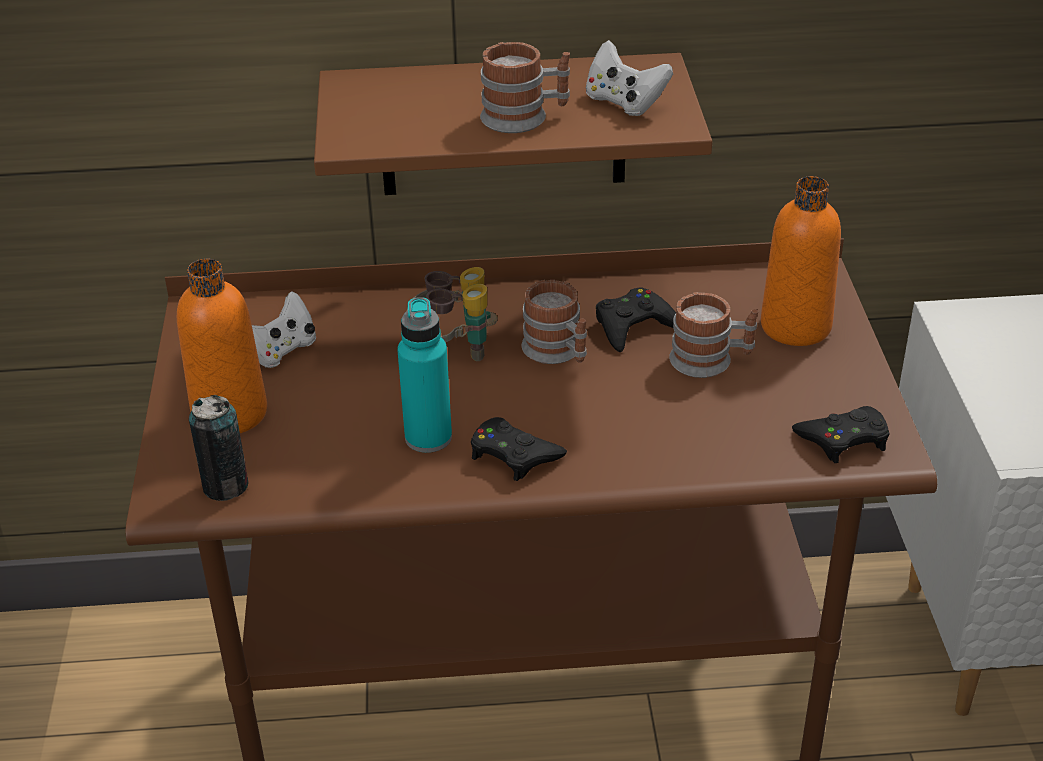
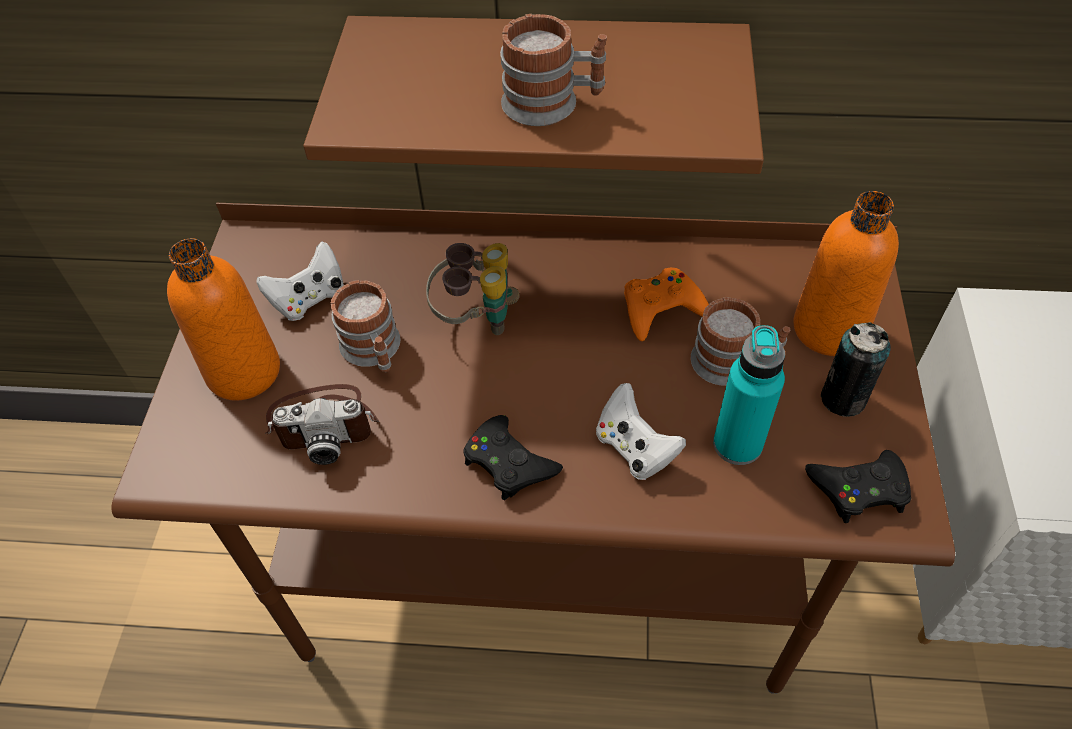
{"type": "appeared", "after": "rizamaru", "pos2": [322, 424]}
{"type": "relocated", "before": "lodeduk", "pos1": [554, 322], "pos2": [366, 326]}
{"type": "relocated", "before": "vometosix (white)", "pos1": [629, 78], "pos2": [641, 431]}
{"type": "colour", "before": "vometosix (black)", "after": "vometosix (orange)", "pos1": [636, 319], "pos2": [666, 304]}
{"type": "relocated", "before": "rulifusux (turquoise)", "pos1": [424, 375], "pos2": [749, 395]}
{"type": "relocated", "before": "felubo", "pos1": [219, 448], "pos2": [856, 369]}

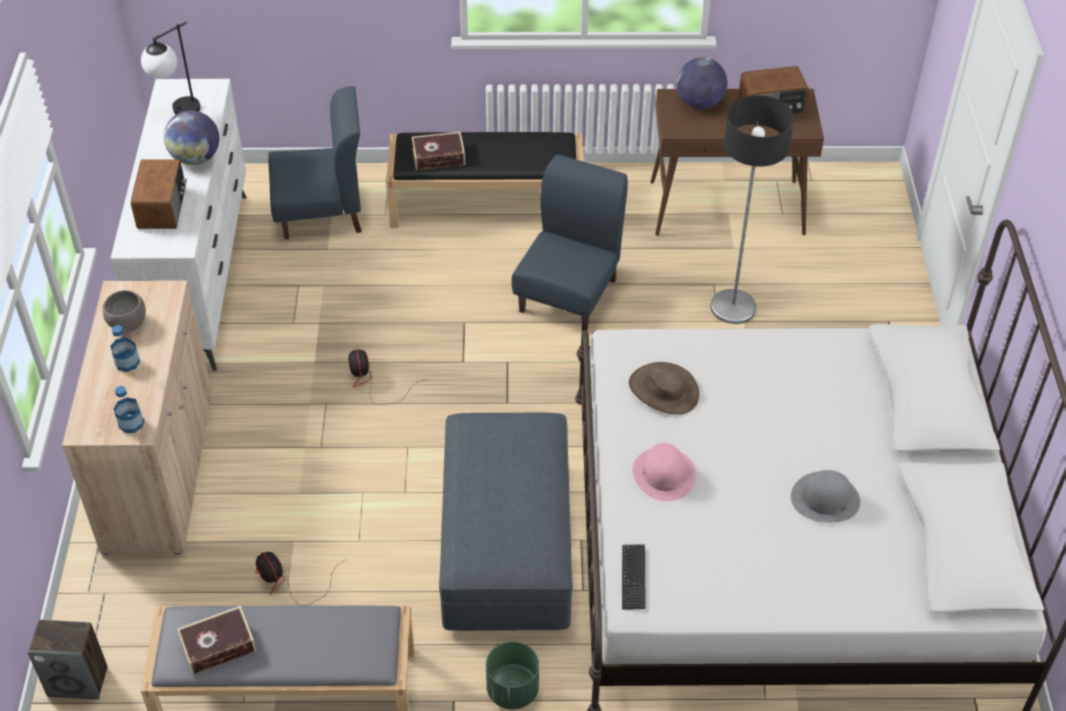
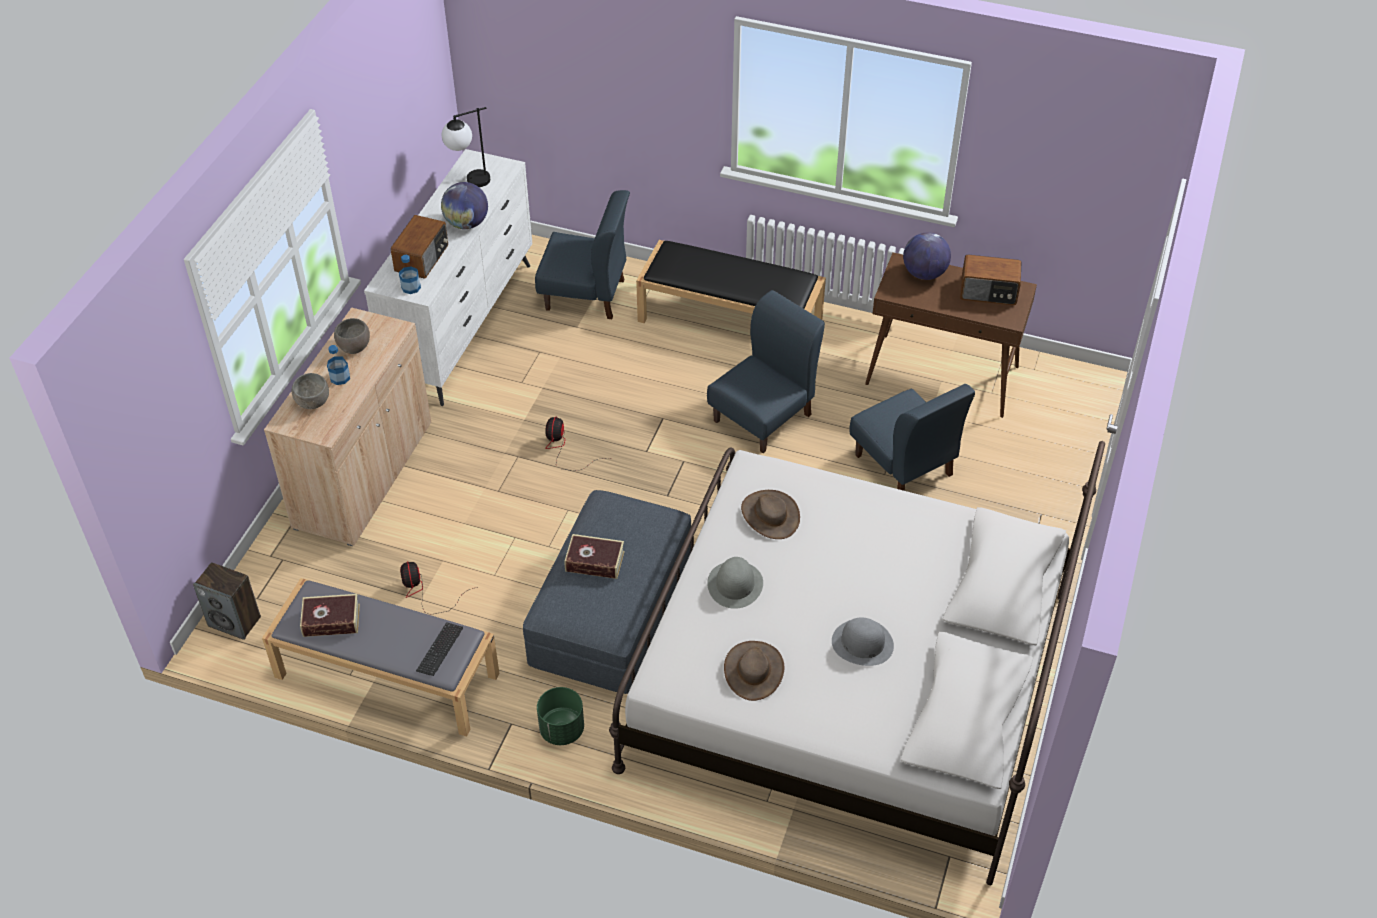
{"type": "appeared", "after": "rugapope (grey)", "pos2": [310, 391]}
{"type": "relocated", "before": "rulifusux", "pos1": [129, 409], "pos2": [410, 274]}
{"type": "relocated", "before": "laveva", "pos1": [634, 577], "pos2": [439, 649]}
{"type": "relocated", "before": "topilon", "pos1": [438, 151], "pos2": [594, 556]}
{"type": "colour", "before": "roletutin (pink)", "after": "roletutin (grey)", "pos1": [664, 472], "pos2": [735, 583]}
{"type": "appeared", "after": "roletutin (brown)", "pos2": [754, 671]}
{"type": "exchanged", "before": "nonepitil", "after": "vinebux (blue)", "pos1": [752, 209], "pos2": [912, 437]}

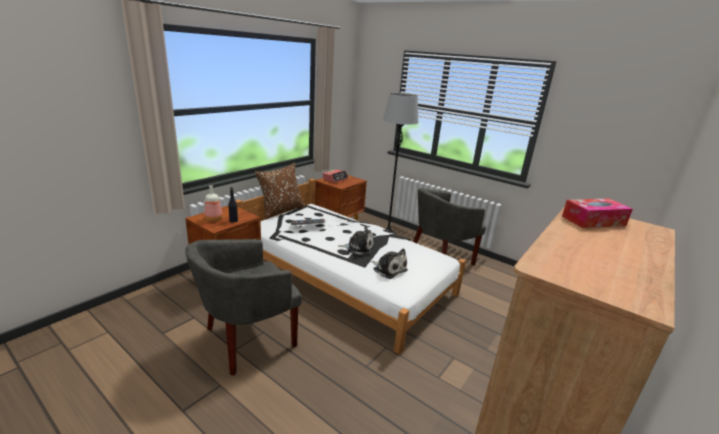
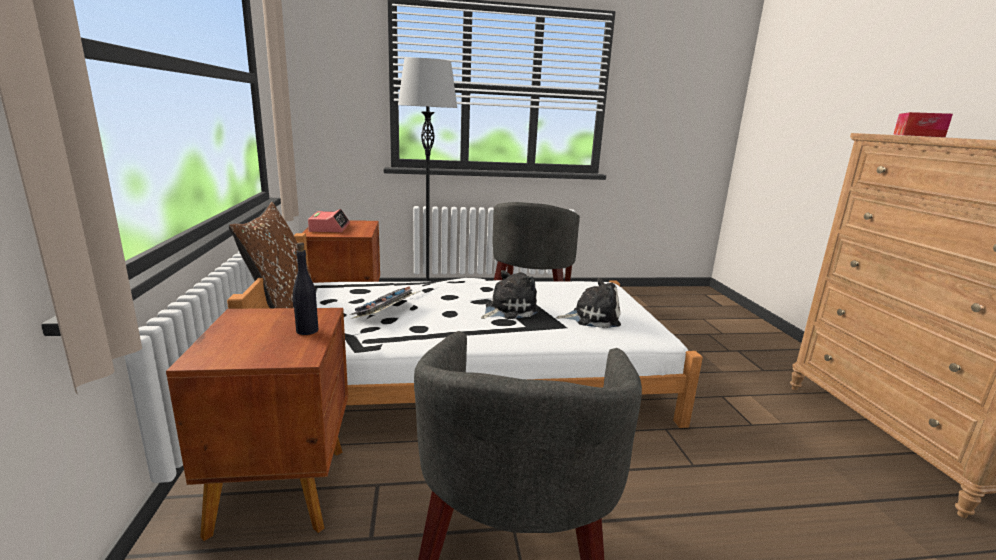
{"type": "missing", "before": "rulifusux", "pos1": [213, 203]}

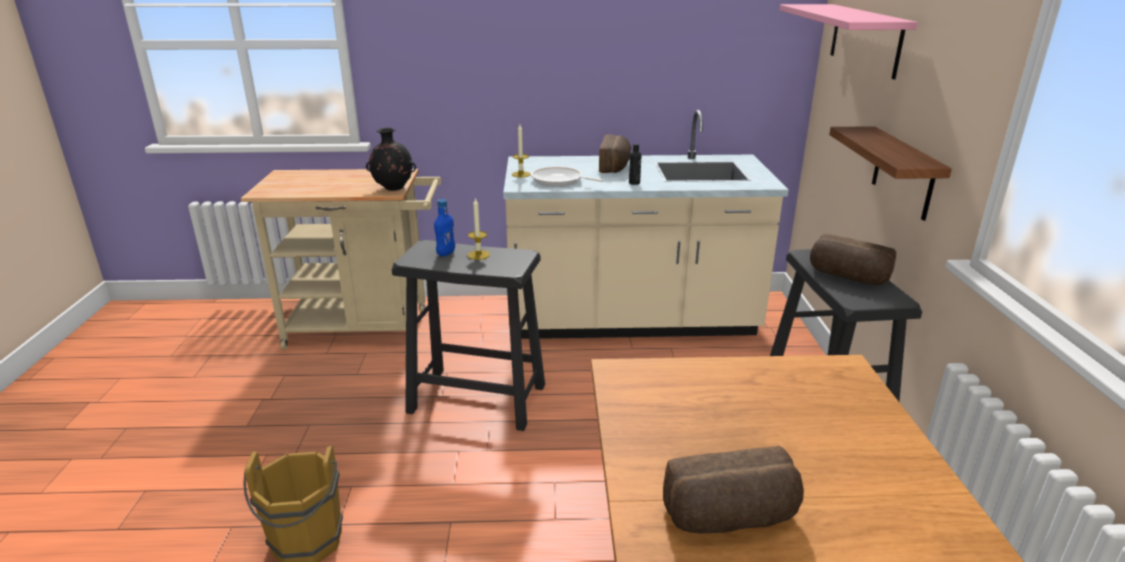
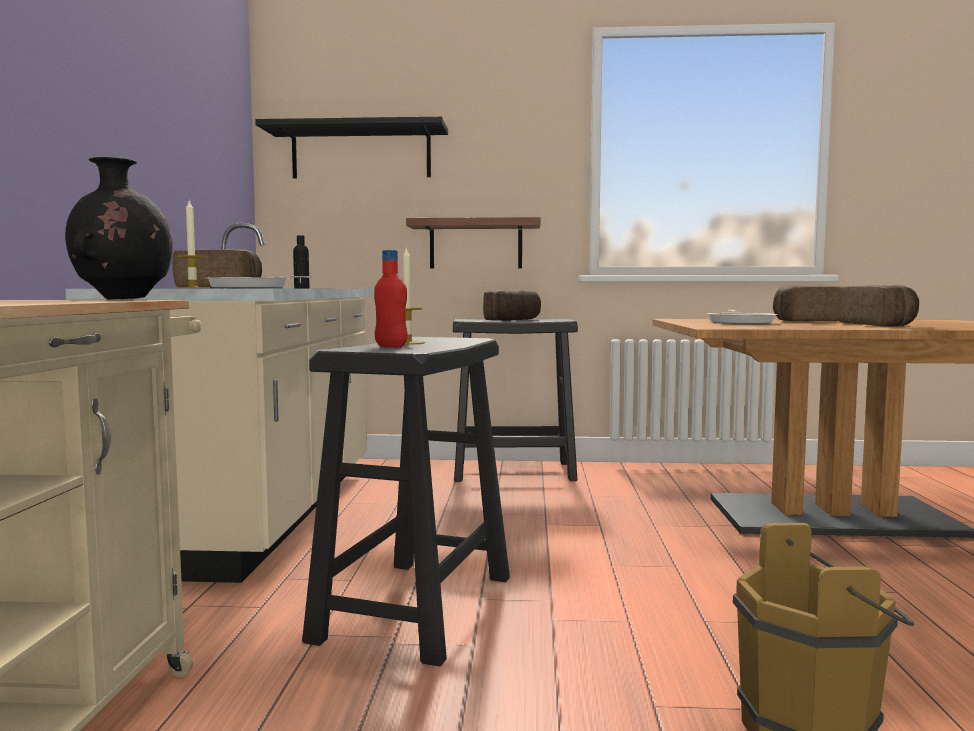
{"type": "colour", "before": "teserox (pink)", "after": "teserox (black)", "pos1": [848, 42], "pos2": [351, 148]}
{"type": "colour", "before": "rulifusux (blue)", "after": "rulifusux (red)", "pos1": [444, 228], "pos2": [391, 299]}
{"type": "appeared", "after": "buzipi", "pos2": [742, 317]}
{"type": "appeared", "after": "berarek", "pos2": [807, 303]}

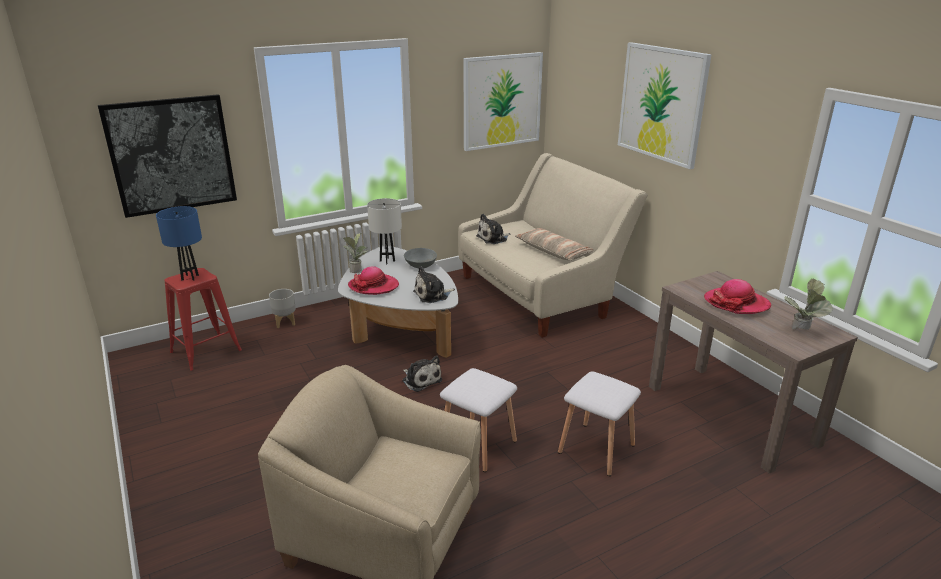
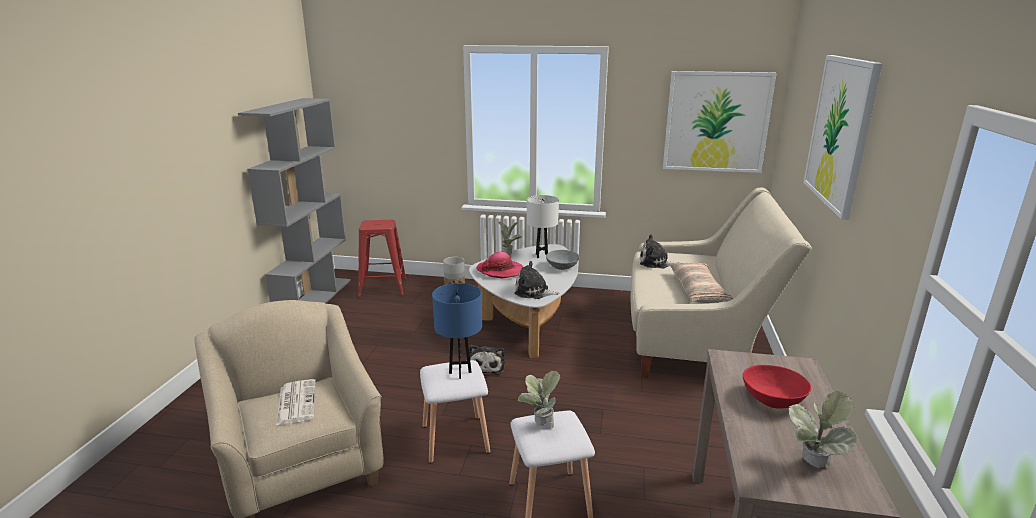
{"type": "appeared", "after": "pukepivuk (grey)", "pos2": [294, 201]}
{"type": "appeared", "after": "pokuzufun", "pos2": [296, 402]}
{"type": "relocated", "before": "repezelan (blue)", "pos1": [179, 243], "pos2": [457, 331]}
{"type": "appeared", "after": "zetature", "pos2": [539, 399]}
{"type": "exchanged", "before": "roletutin", "after": "rugapope (red)", "pos1": [737, 296], "pos2": [777, 387]}
{"type": "missing", "before": "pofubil", "pos1": [167, 156]}

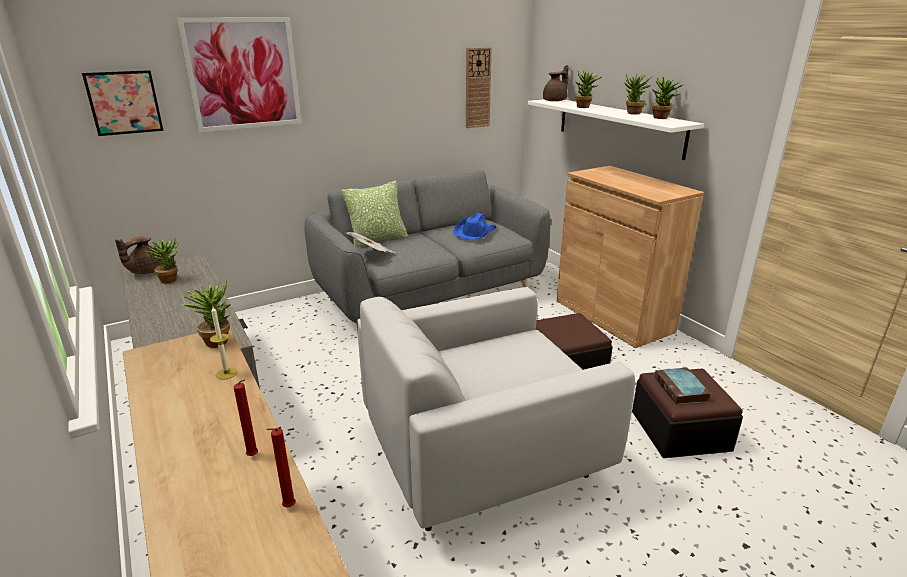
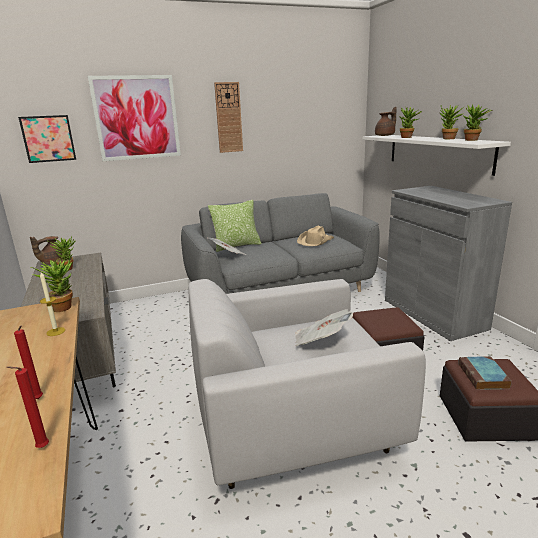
{"type": "relocated", "before": "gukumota", "pos1": [479, 87], "pos2": [228, 117]}
{"type": "appeared", "after": "pokuzufun", "pos2": [324, 327]}
{"type": "colour", "before": "roletutin (blue)", "after": "roletutin (beige)", "pos1": [475, 226], "pos2": [315, 235]}
{"type": "colour", "before": "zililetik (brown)", "after": "zililetik (grey)", "pos1": [630, 257], "pos2": [448, 263]}

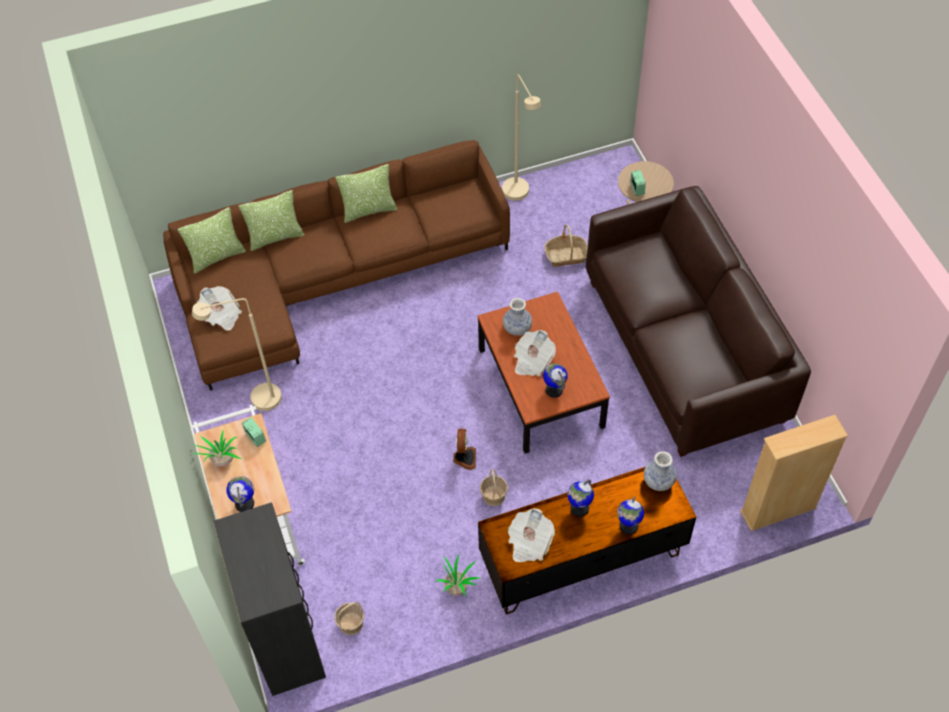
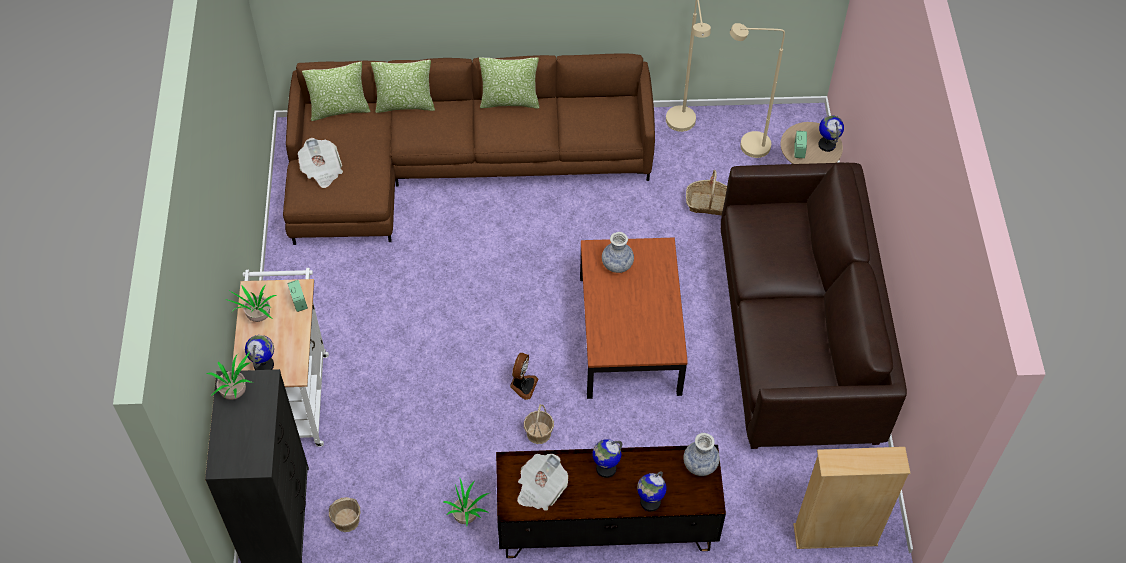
{"type": "appeared", "after": "zetature", "pos2": [230, 376]}
{"type": "relocated", "before": "nonepitil (beige)", "pos1": [237, 354], "pos2": [757, 90]}
{"type": "relocated", "before": "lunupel", "pos1": [555, 381], "pos2": [831, 133]}
{"type": "missing", "before": "pokuzufun", "pos1": [535, 353]}

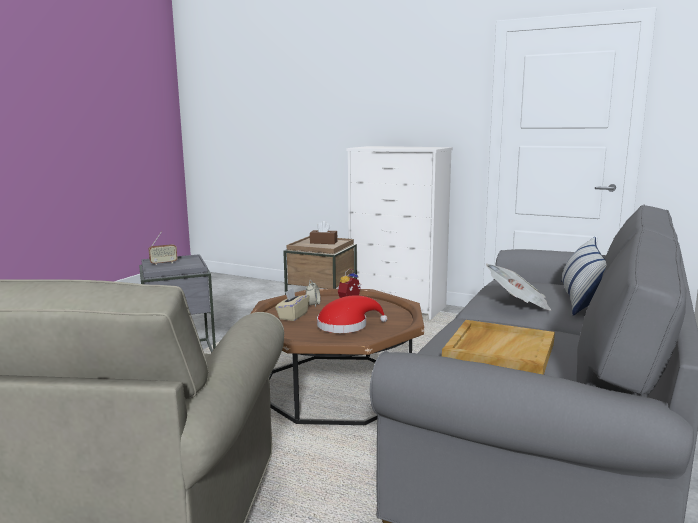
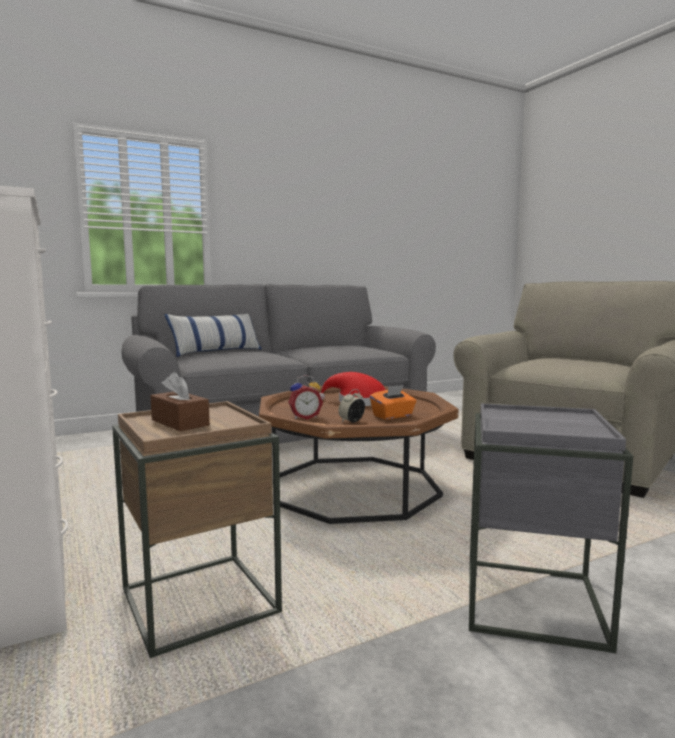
{"type": "colour", "before": "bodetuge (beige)", "after": "bodetuge (orange)", "pos1": [292, 304], "pos2": [393, 402]}
{"type": "missing", "before": "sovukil", "pos1": [163, 248]}
{"type": "missing", "before": "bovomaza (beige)", "pos1": [498, 347]}
{"type": "missing", "before": "pokuzufun", "pos1": [519, 287]}

